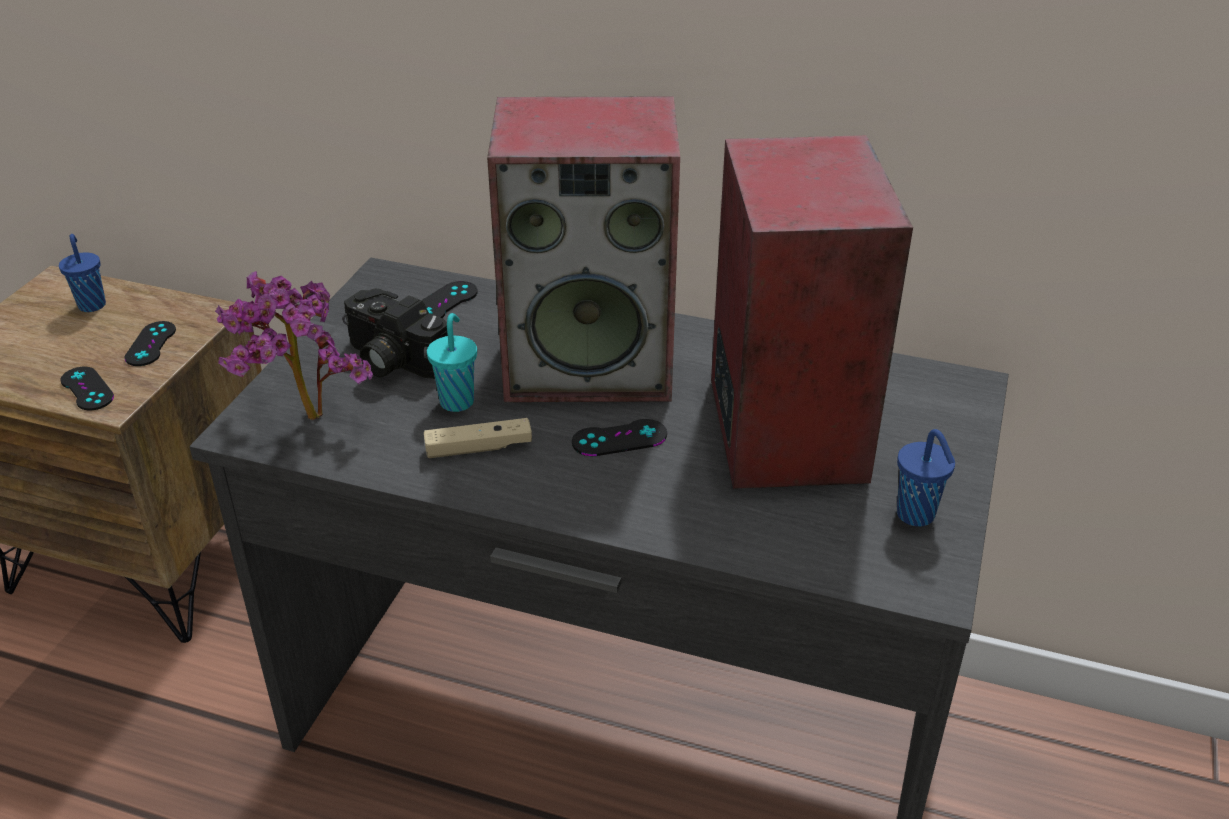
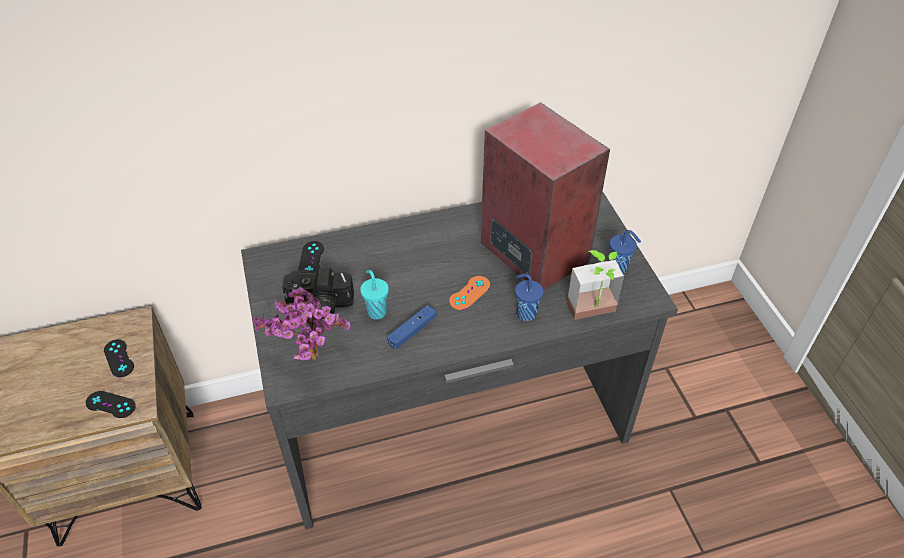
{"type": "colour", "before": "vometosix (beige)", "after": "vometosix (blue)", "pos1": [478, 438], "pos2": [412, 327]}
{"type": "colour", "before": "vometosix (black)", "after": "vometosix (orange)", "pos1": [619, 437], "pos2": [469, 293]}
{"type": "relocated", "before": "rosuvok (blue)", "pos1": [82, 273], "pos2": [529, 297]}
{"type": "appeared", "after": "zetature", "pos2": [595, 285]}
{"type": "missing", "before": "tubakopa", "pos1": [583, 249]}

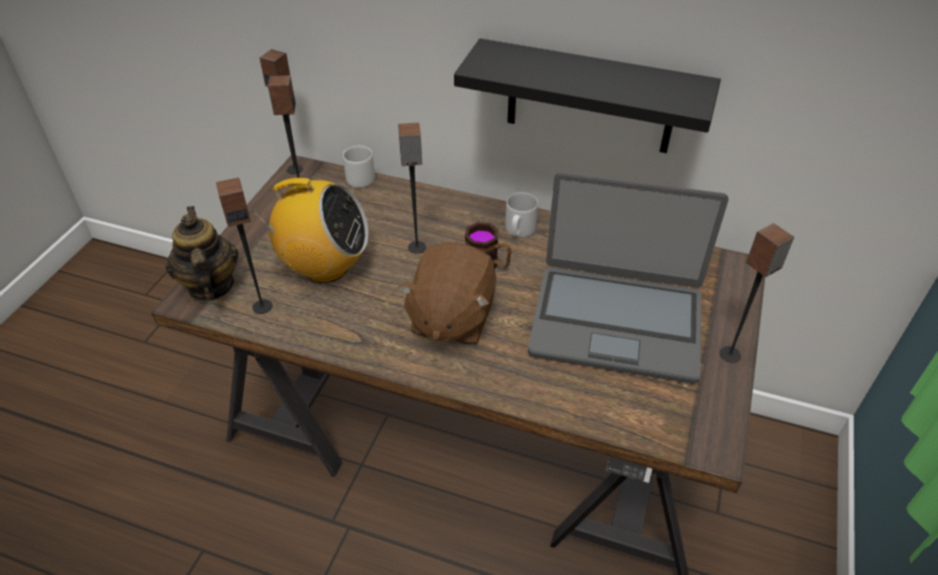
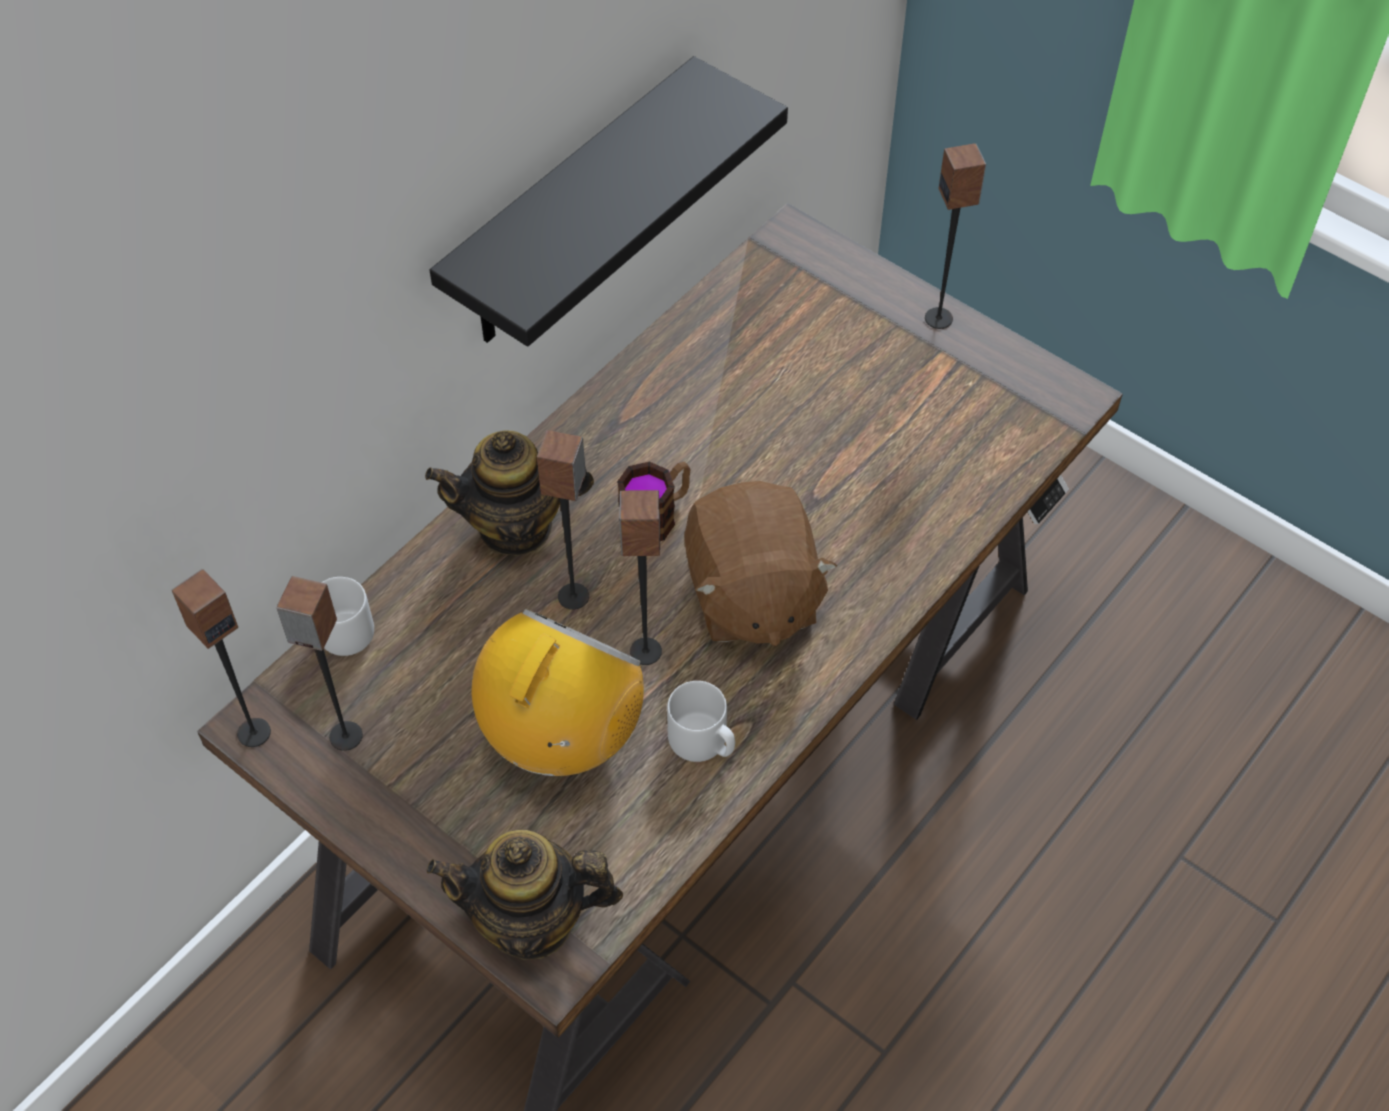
{"type": "appeared", "after": "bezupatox", "pos2": [509, 493]}
{"type": "relocated", "before": "tubakopa", "pos1": [244, 245], "pos2": [640, 577]}
{"type": "relocated", "before": "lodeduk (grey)", "pos1": [521, 215], "pos2": [701, 721]}
{"type": "spun", "before": "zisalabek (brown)", "pos1": [447, 294], "pos2": [760, 563], "turn": 45}
{"type": "missing", "before": "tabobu", "pos1": [628, 278]}

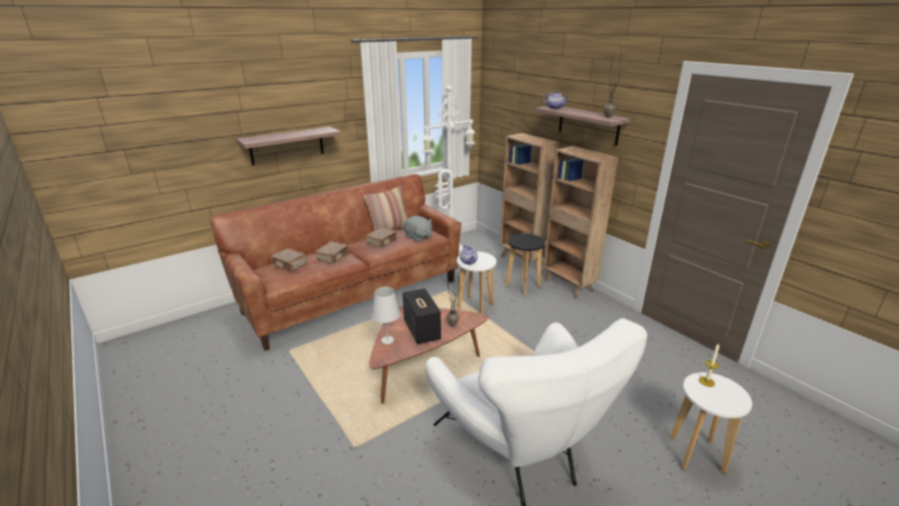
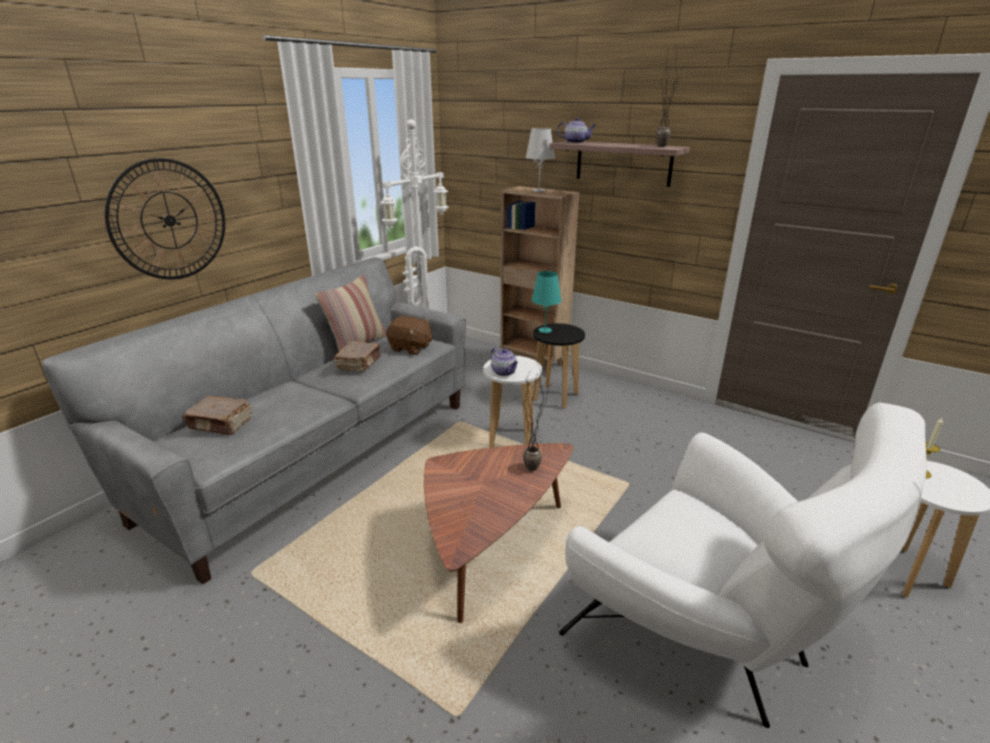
{"type": "colour", "before": "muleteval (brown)", "after": "muleteval (grey)", "pos1": [335, 262], "pos2": [254, 420]}
{"type": "exchanged", "before": "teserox", "after": "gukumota", "pos1": [288, 146], "pos2": [165, 218]}
{"type": "colour", "before": "zisalabek (grey)", "after": "zisalabek (brown)", "pos1": [418, 229], "pos2": [409, 335]}
{"type": "relocated", "before": "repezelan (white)", "pos1": [385, 315], "pos2": [540, 160]}
{"type": "appeared", "after": "repezelan (turquoise)", "pos2": [546, 302]}
{"type": "missing", "before": "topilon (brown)", "pos1": [332, 252]}
{"type": "missing", "before": "tubakopa", "pos1": [422, 316]}
{"type": "missing", "before": "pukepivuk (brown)", "pos1": [581, 222]}

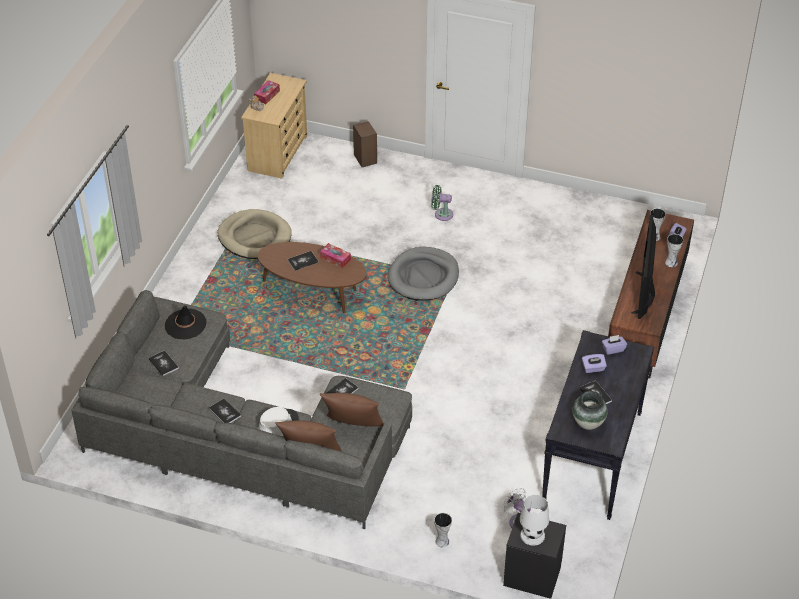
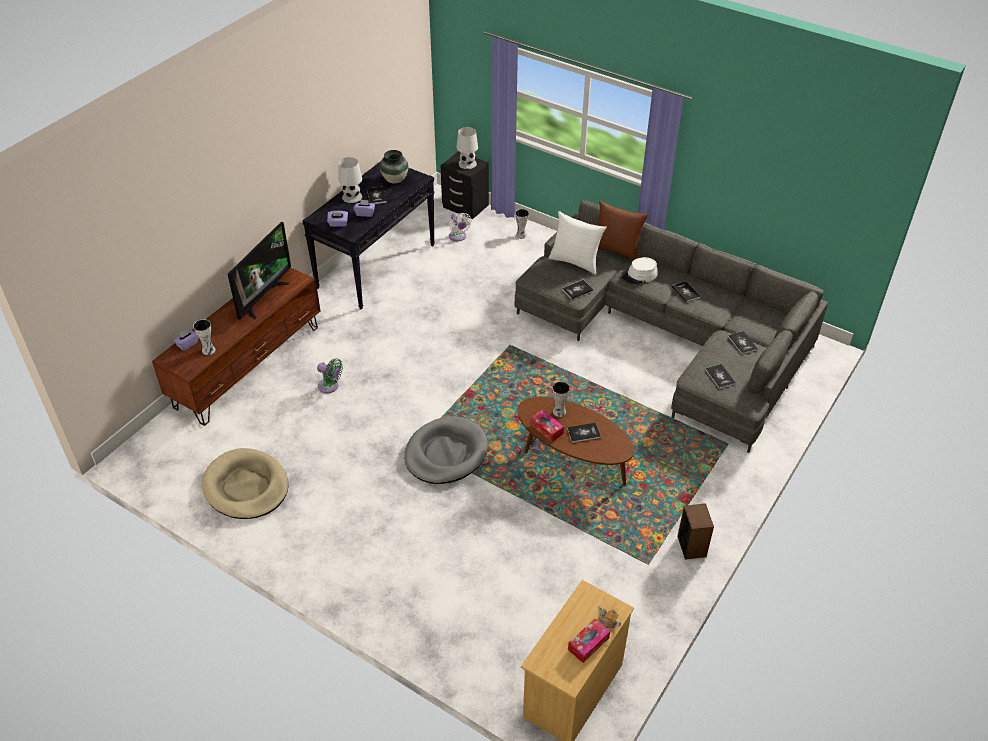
{"type": "relocated", "before": "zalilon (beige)", "pos1": [254, 234], "pos2": [245, 483]}
{"type": "relocated", "before": "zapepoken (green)", "pos1": [442, 203], "pos2": [330, 376]}
{"type": "appeared", "after": "repezelan (white)", "pos2": [350, 180]}
{"type": "colour", "before": "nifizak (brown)", "after": "nifizak (white)", "pos1": [352, 410], "pos2": [578, 243]}
{"type": "relocated", "before": "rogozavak", "pos1": [674, 250], "pos2": [561, 399]}
{"type": "relocated", "before": "tubakopa", "pos1": [365, 144], "pos2": [695, 531]}
{"type": "exchanged", "before": "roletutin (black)", "after": "topilon", "pos1": [186, 322], "pos2": [720, 376]}

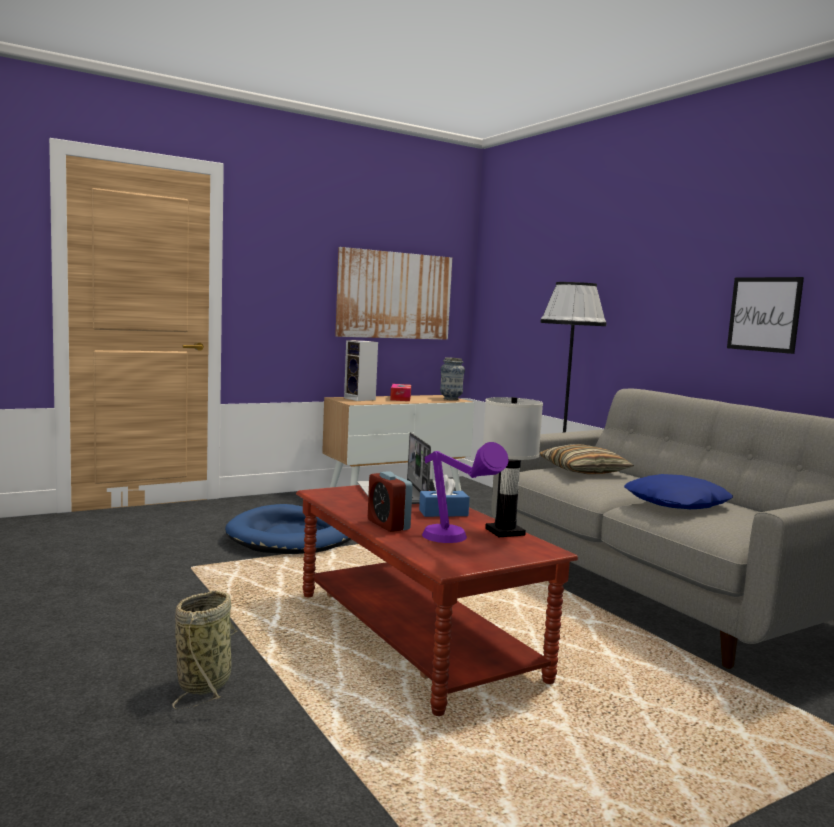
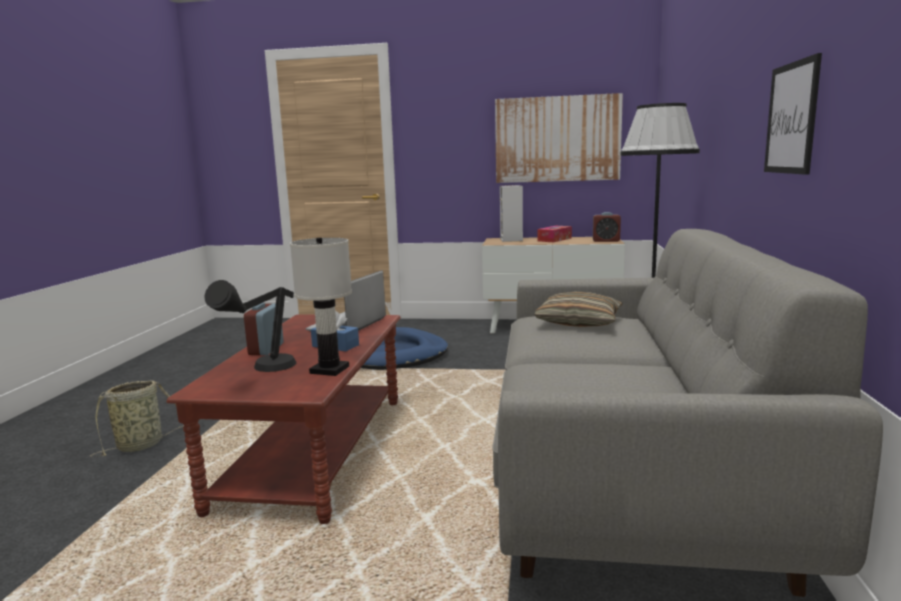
{"type": "colour", "before": "repezelan (purple)", "after": "repezelan (black)", "pos1": [465, 492], "pos2": [250, 326]}
{"type": "exchanged", "before": "rogozavak", "after": "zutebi", "pos1": [452, 378], "pos2": [607, 227]}
{"type": "missing", "before": "nifizak (blue)", "pos1": [678, 491]}

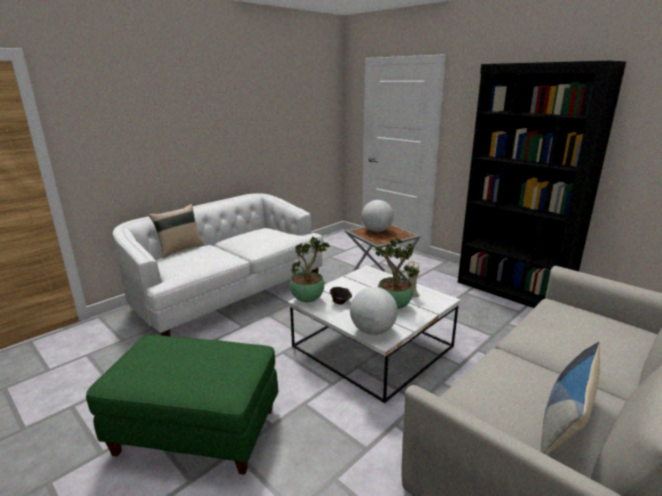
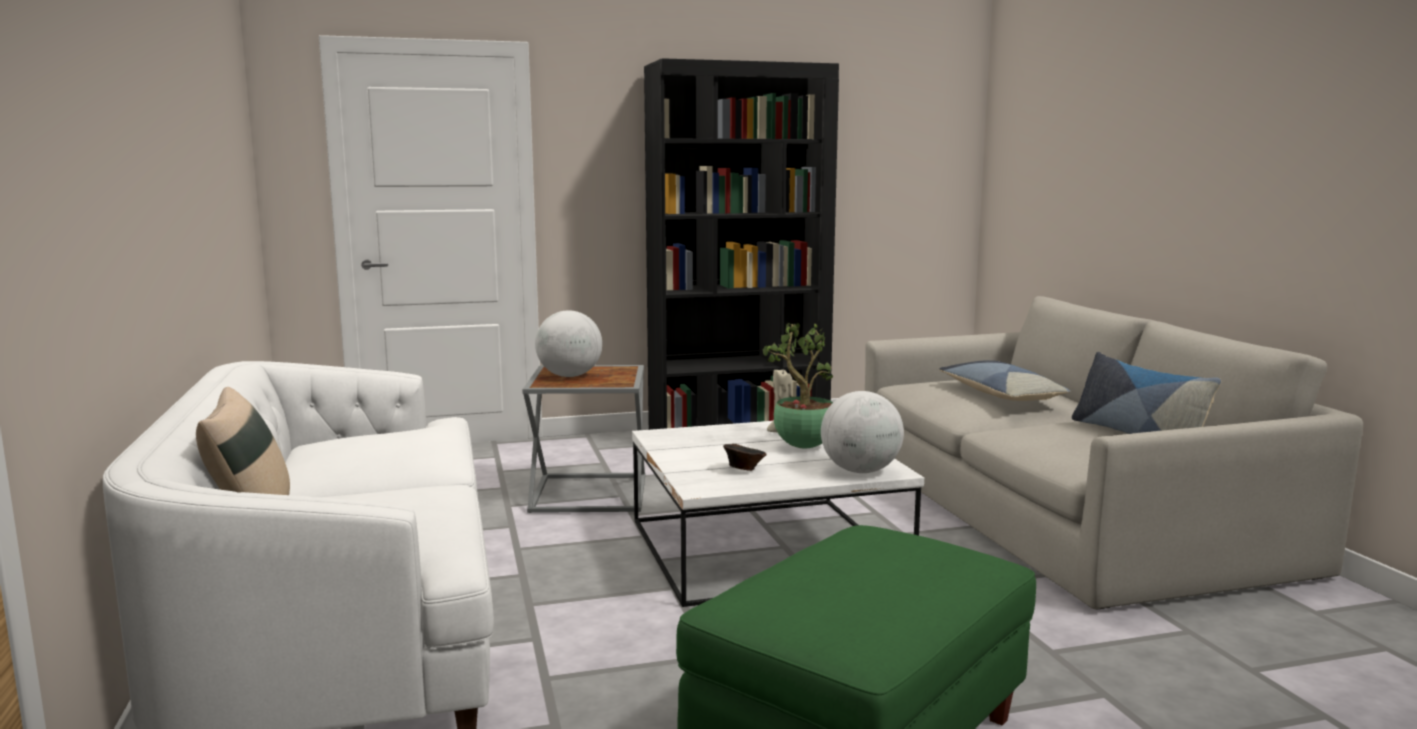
{"type": "appeared", "after": "nifizak", "pos2": [1004, 380]}
{"type": "missing", "before": "zetature", "pos1": [310, 269]}

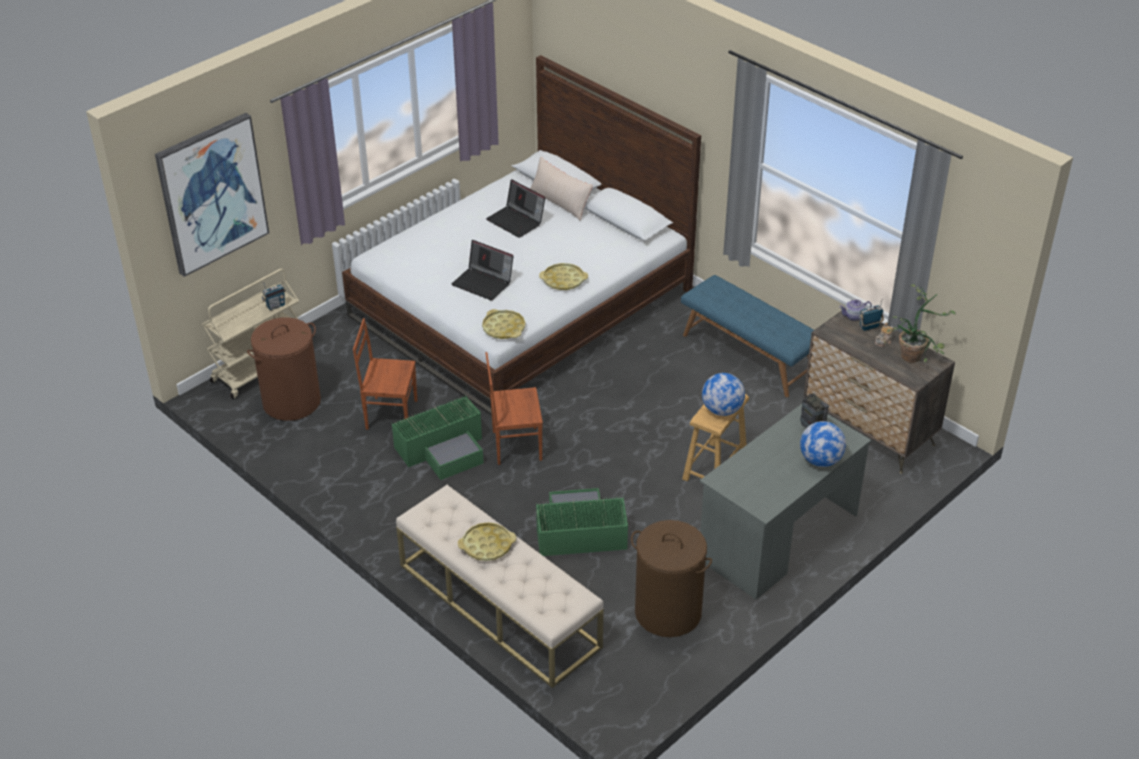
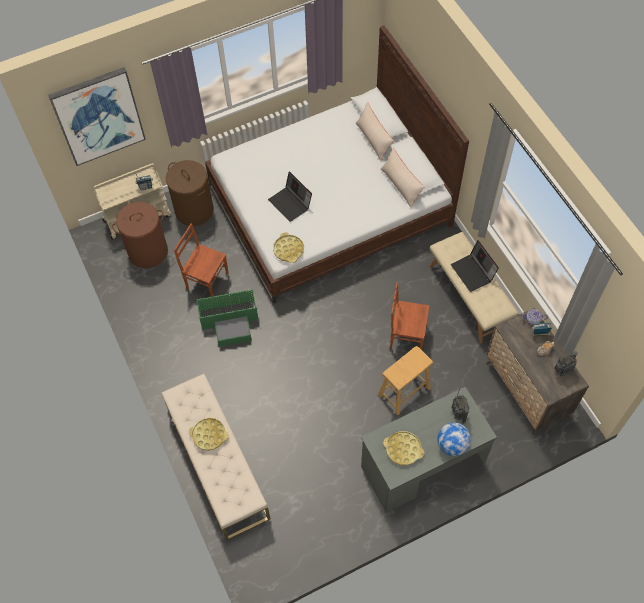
{"type": "relocated", "before": "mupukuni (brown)", "pos1": [671, 578], "pos2": [190, 193]}
{"type": "appeared", "after": "nifizak (beige)", "pos2": [402, 178]}
{"type": "relocated", "before": "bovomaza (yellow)", "pos1": [563, 276], "pos2": [403, 448]}
{"type": "relocated", "before": "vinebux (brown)", "pos1": [514, 408], "pos2": [410, 316]}
{"type": "colour", "before": "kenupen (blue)", "after": "kenupen (beige)", "pos1": [747, 336], "pos2": [474, 287]}
{"type": "relocated", "before": "tabobu", "pos1": [515, 208], "pos2": [475, 266]}
{"type": "exchanged", "before": "zetature", "after": "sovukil", "pos1": [921, 323], "pos2": [566, 363]}
{"type": "missing", "before": "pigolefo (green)", "pos1": [582, 522]}
{"type": "missing", "before": "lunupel", "pos1": [723, 394]}

